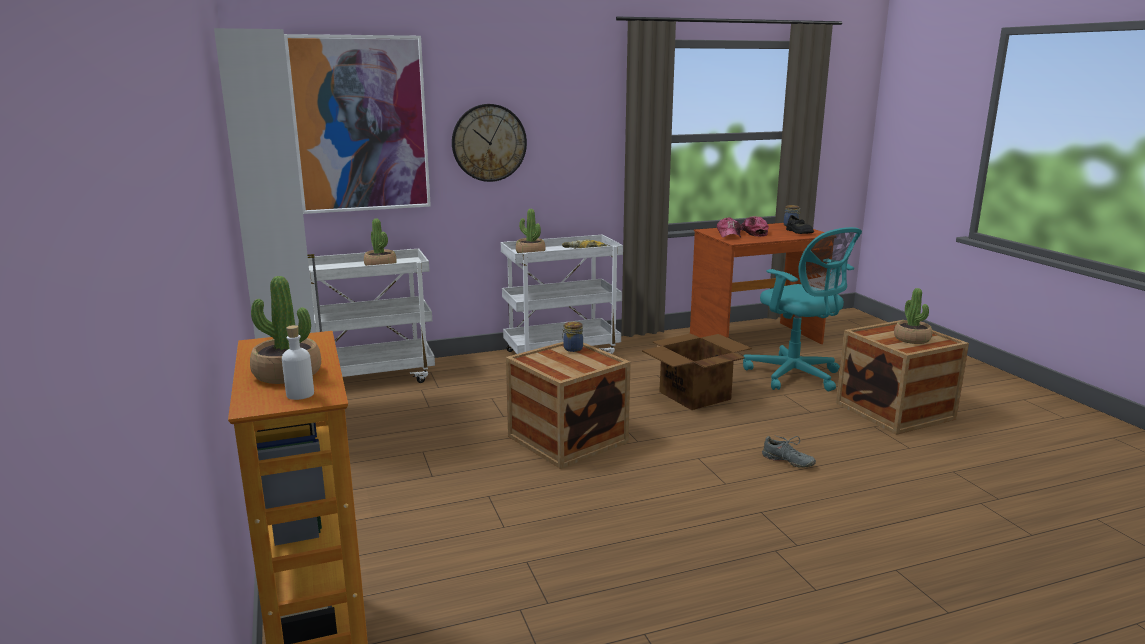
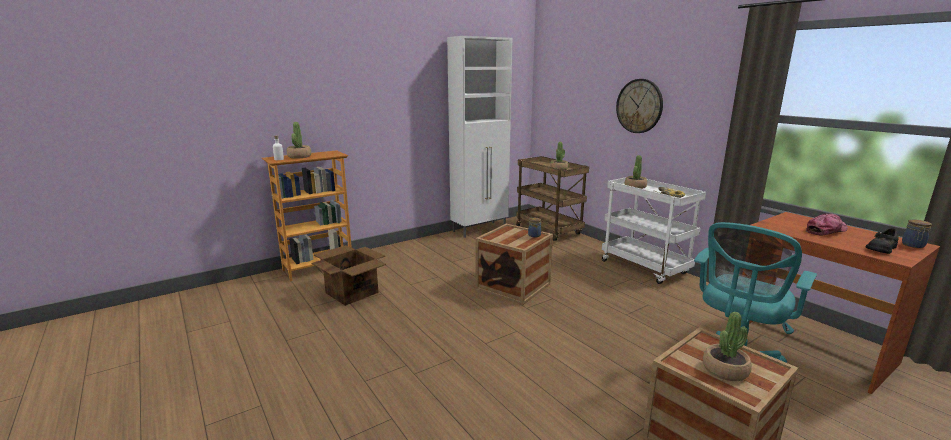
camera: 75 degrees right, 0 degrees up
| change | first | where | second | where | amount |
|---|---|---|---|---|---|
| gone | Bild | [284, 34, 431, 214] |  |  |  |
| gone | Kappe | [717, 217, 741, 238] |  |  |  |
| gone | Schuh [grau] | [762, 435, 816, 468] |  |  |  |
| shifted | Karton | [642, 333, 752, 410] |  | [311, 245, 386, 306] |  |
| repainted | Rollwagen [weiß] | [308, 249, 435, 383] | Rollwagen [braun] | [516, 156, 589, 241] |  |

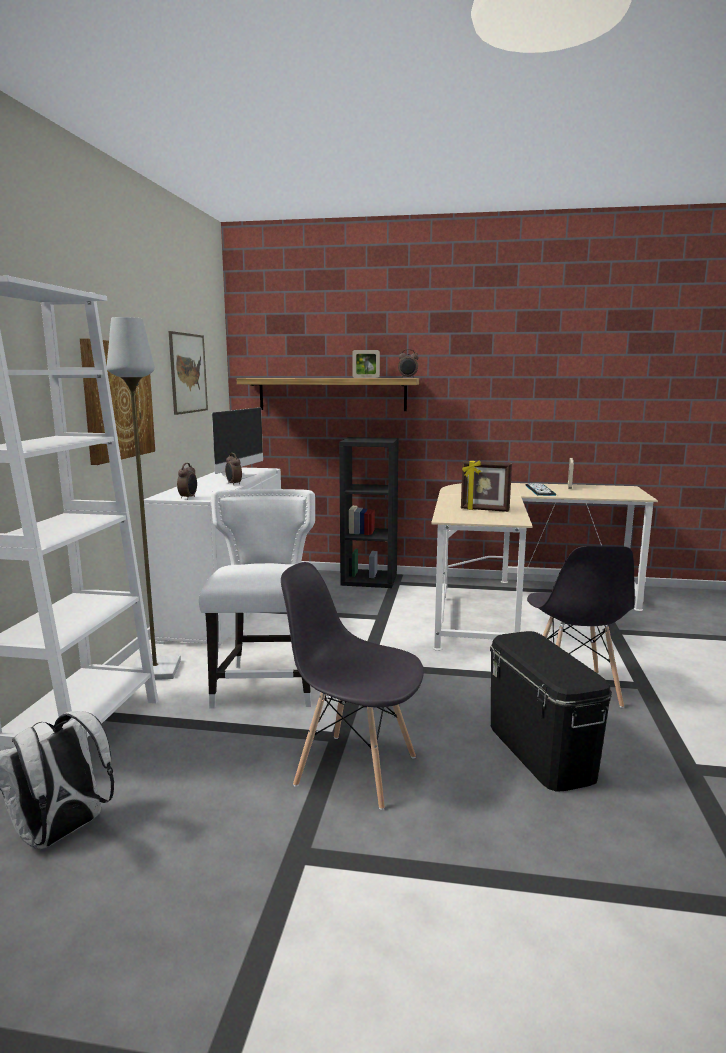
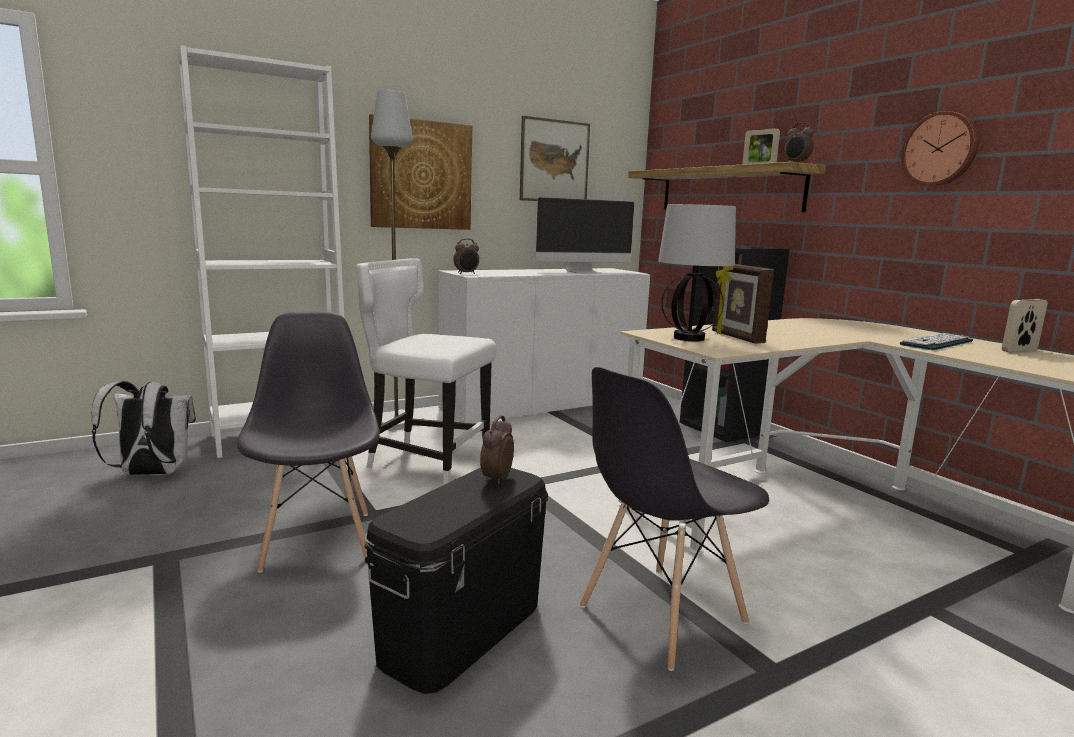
camera: 50 degrees right, 0 degrees up
| change | first | where | second | where | amount |
|---|---|---|---|---|---|
| new |  |  | Tischlampe | [658, 204, 736, 341] |  |
| new |  |  | Wanduhr | [901, 111, 979, 186] |  |
| shifted | Wecker | [225, 453, 242, 485] |  | [480, 415, 514, 484] |  |
| rotated | Stuhl [weiß] | [199, 489, 315, 709] |  | [356, 258, 496, 485] | 120 degrees counterclockwise |

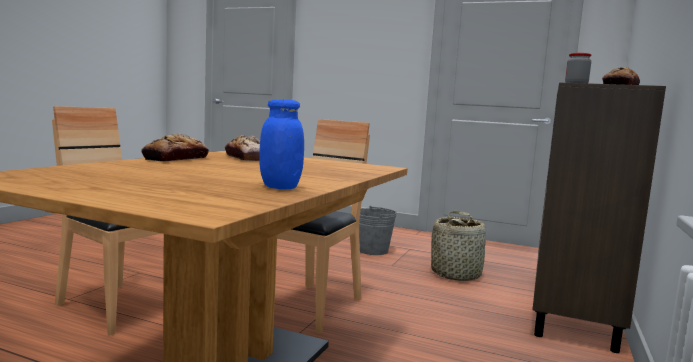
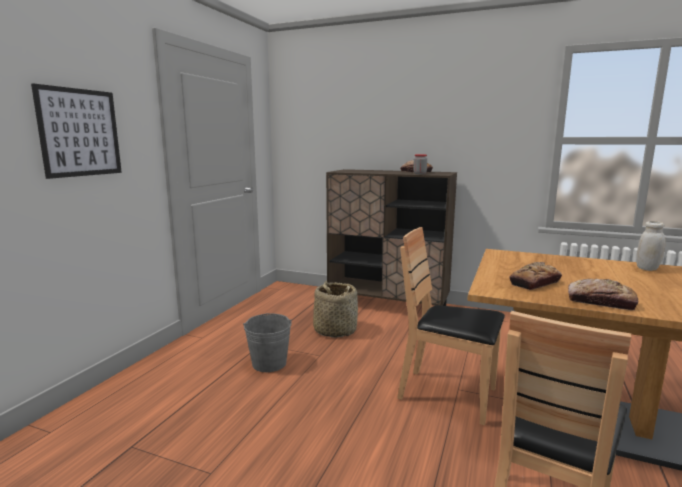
camera: 90 degrees left, 5 degrees up
| change | first | where | second | where | amount |
|---|---|---|---|---|---|
| new |  |  | Bild | [31, 83, 122, 179] |  |
| repainted | Vorratsglas [blau] | [259, 100, 304, 189] | Vorratsglas [weiß] | [636, 221, 666, 271] |  |

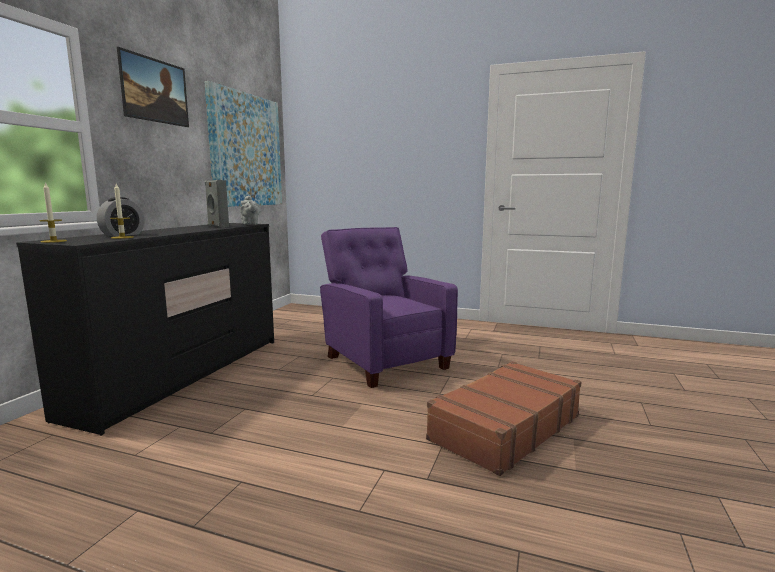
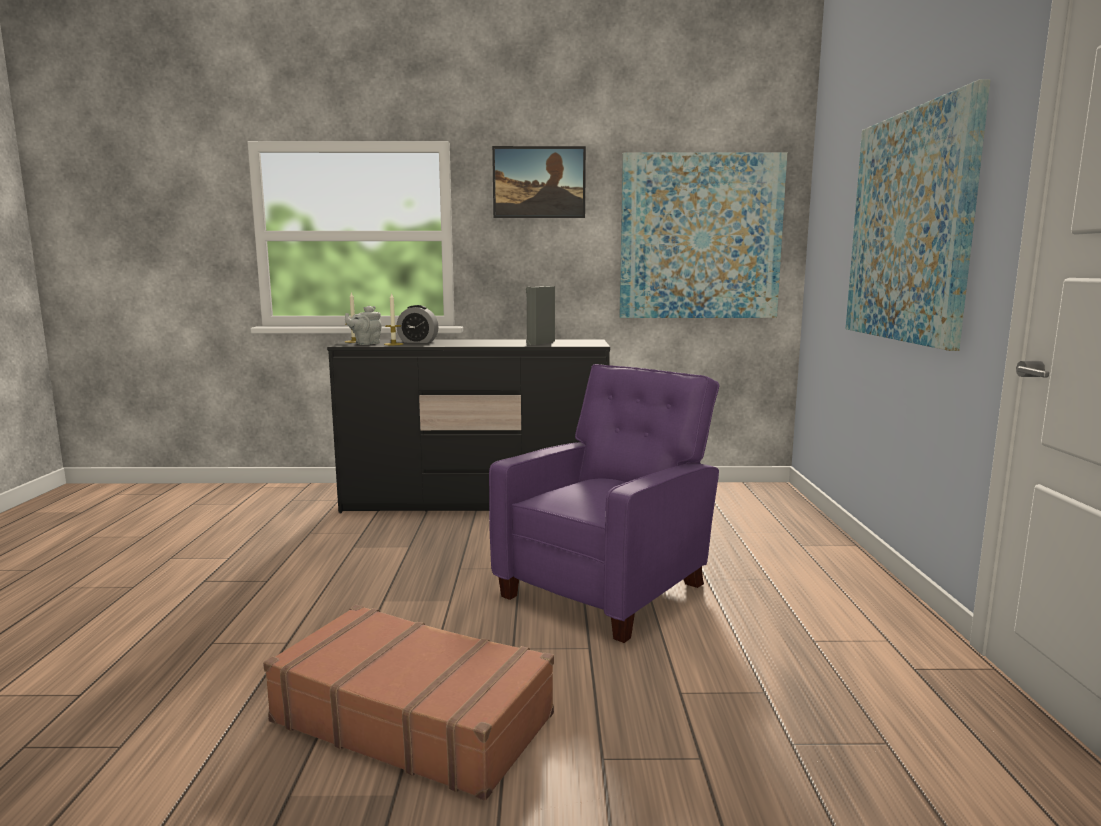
camera: 70 degrees right, 0 degrees up
| change | first | where | second | where | amount |
|---|---|---|---|---|---|
| new |  |  | Bild | [846, 79, 990, 351] |  |
| shifted | Teekanne [grau] | [240, 196, 260, 225] |  | [345, 306, 382, 345] |  |

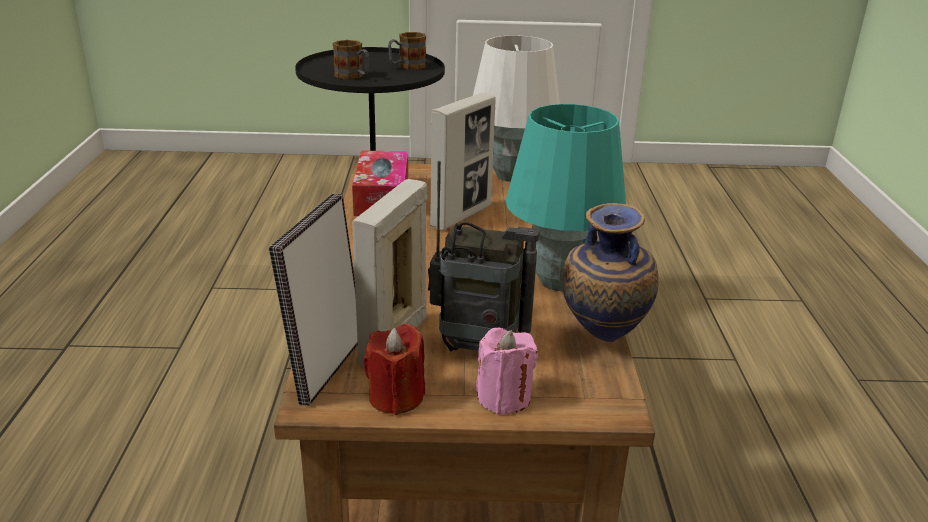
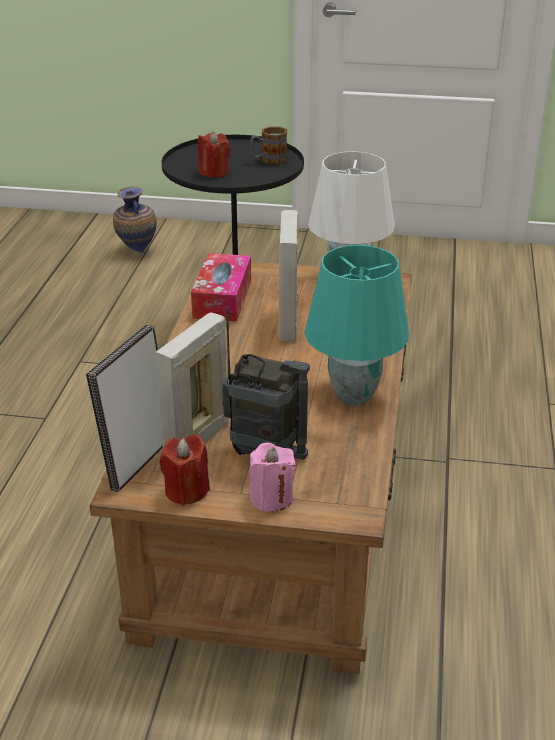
camera: 10 degrees right, 5 degrees up
| change | first | where | second | where | amount |
|---|---|---|---|---|---|
| shifted | Vase | [563, 203, 659, 342] |  | [113, 186, 157, 253] |  |
| swapped | Henkelbecher | [333, 40, 369, 80] | Kerze [rot] | [198, 132, 231, 178] |  |
| rotated | Bilderrahmen | [430, 93, 496, 230] |  | [279, 210, 298, 341] | 135 degrees clockwise |

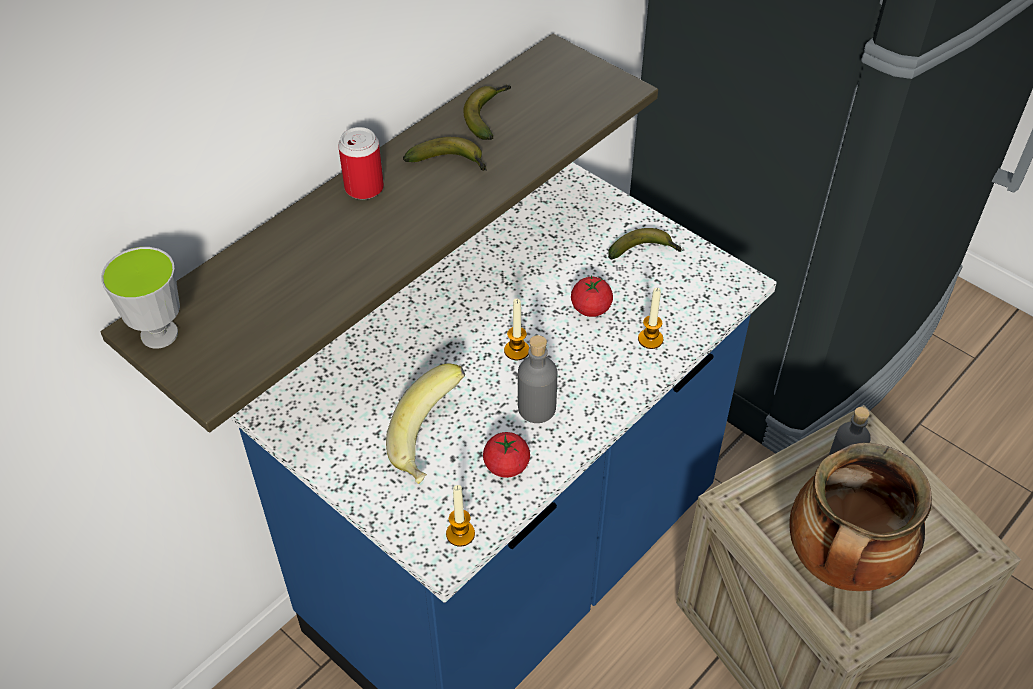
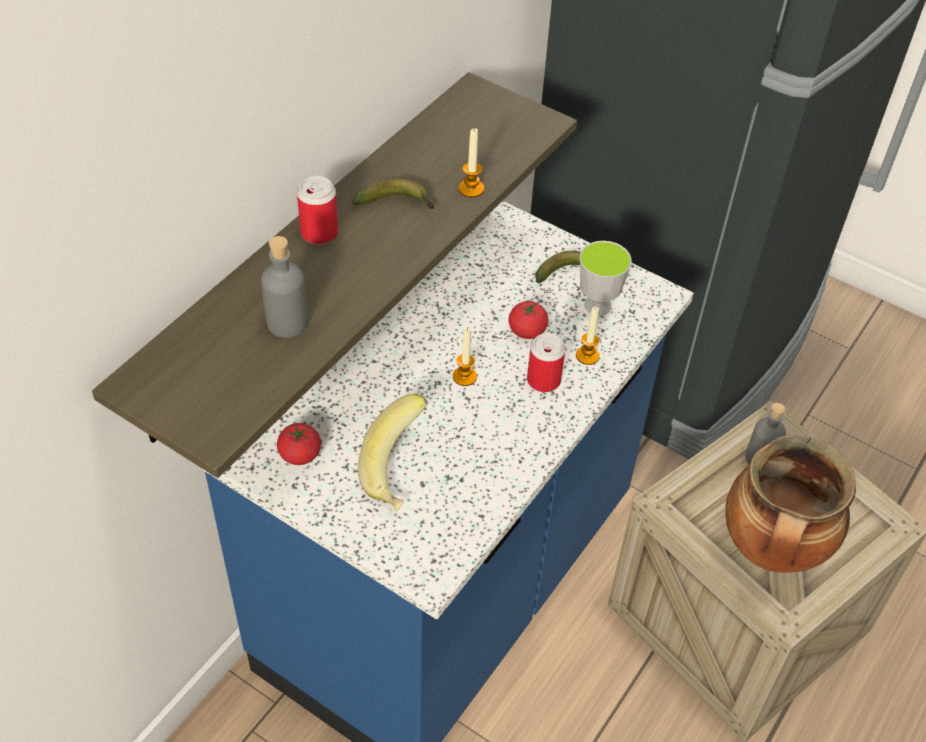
camera: 10 degrees left, 0 degrees up
| change | first | where | second | where | amount |
|---|---|---|---|---|---|
| gone | Banane | [463, 85, 511, 140] |  |  |  |
| new |  |  | Dose | [527, 333, 565, 392] |  |
| shifted | Tasse | [101, 247, 180, 349] |  | [580, 241, 632, 316] |  |
| shifted | Kerze | [446, 485, 475, 547] |  | [458, 128, 484, 198] |  |
| shifted | Tomate | [483, 432, 530, 478] |  | [277, 423, 321, 465] |  |
| shifted | Flasche [grau] | [518, 335, 557, 423] |  | [261, 236, 308, 338] |  |

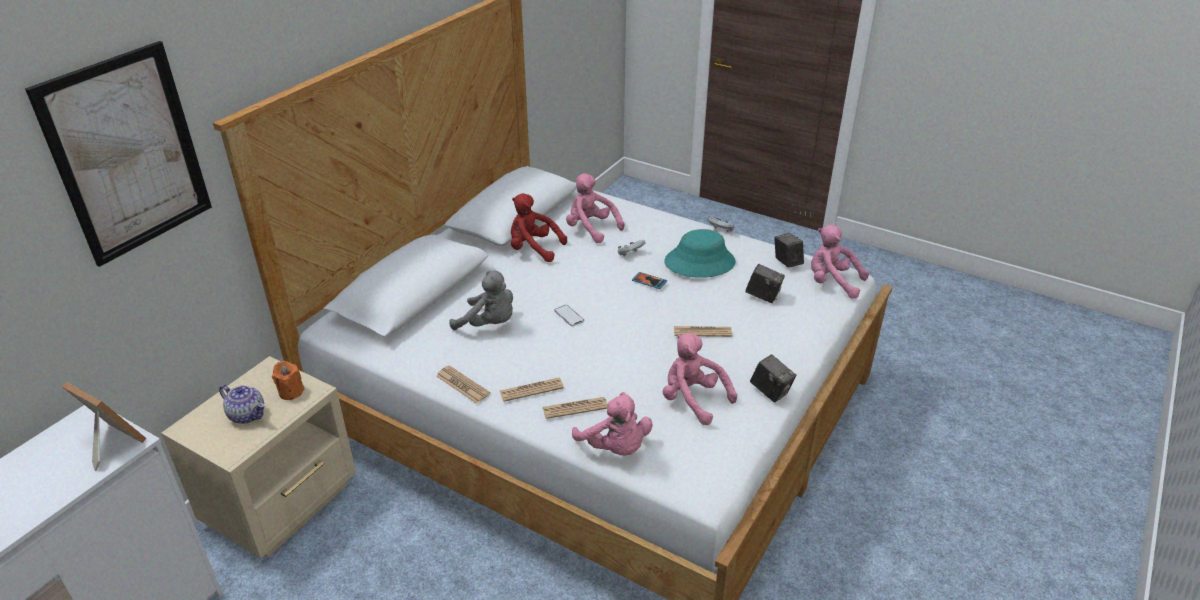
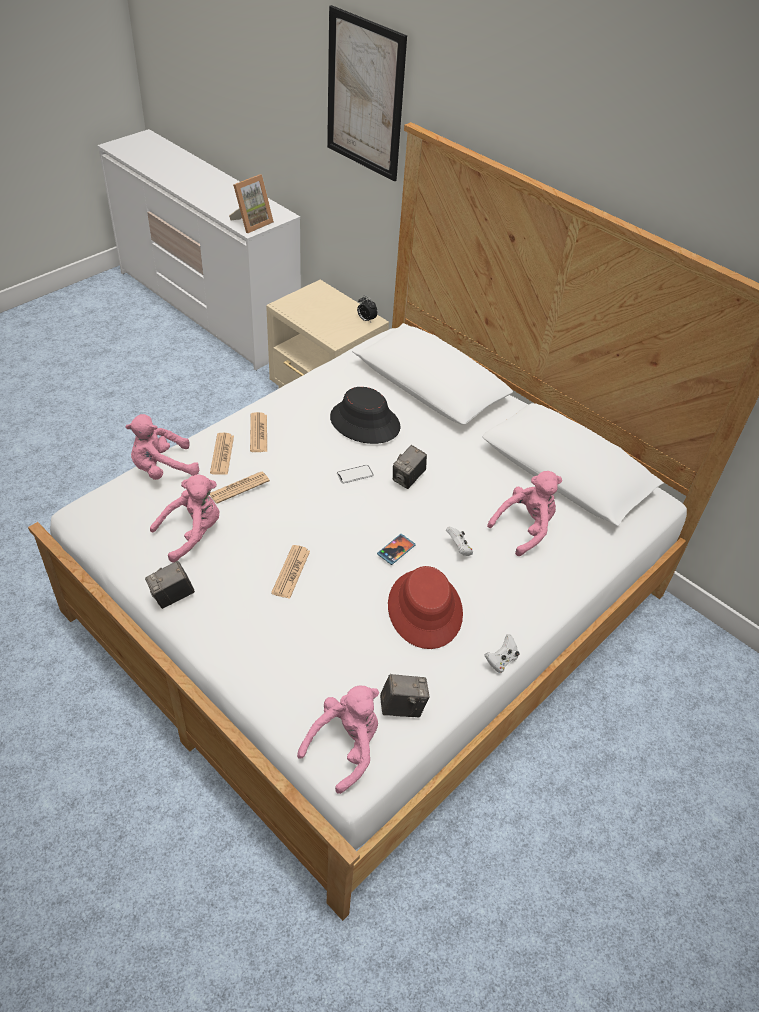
camera: 100 degrees right, 10 degrees up
| change | first | where | second | where | amount |
|---|---|---|---|---|---|
| gone | Teekanne | [219, 385, 264, 424] |  |  |  |
| gone | Kerze [orange] | [272, 361, 305, 400] |  |  |  |
| gone | Plüschtier [rot] | [511, 193, 567, 262] |  |  |  |
| new |  |  | Wecker | [357, 295, 378, 322] |  |
| shifted | Zeitung | [436, 366, 490, 404] |  | [209, 472, 270, 504] |  |
| shifted | Kamera | [745, 264, 785, 303] |  | [393, 445, 427, 489] |  |
| swapped | Plüschtier [grau] | [449, 270, 513, 330] | Hut [schwarz] | [330, 387, 401, 444] |  |
| repainted | Hut [türkis] | [664, 229, 736, 278] | Hut [rot] | [388, 566, 463, 649] |  |

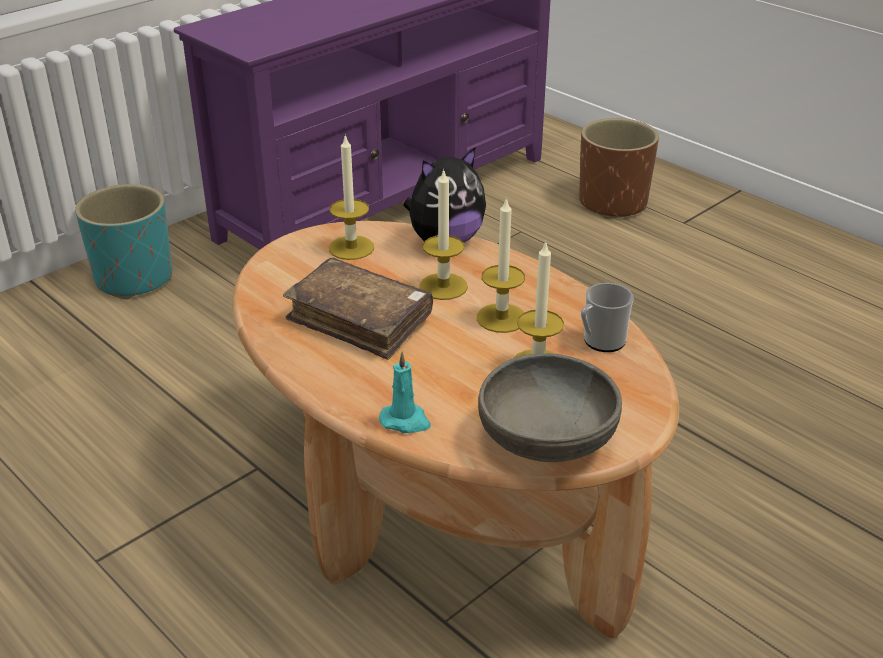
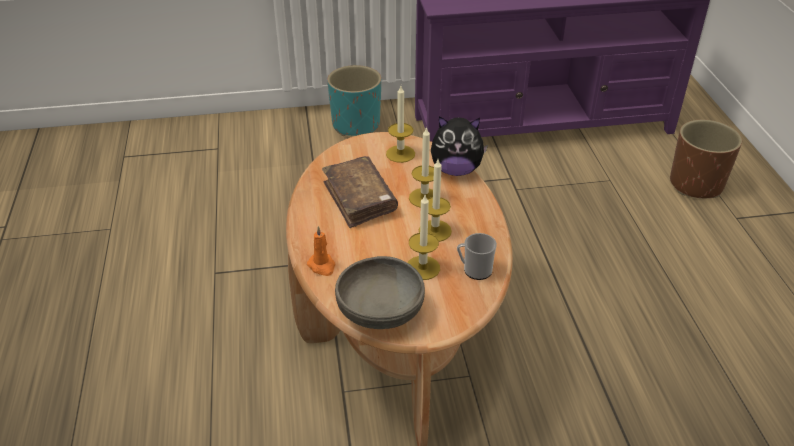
camera: 35 degrees right, 5 degrees up
| change | first | where | second | where | amount |
|---|---|---|---|---|---|
| repainted | Kerze [türkis] | [379, 352, 431, 433] | Kerze [orange] | [307, 226, 335, 276] |  |

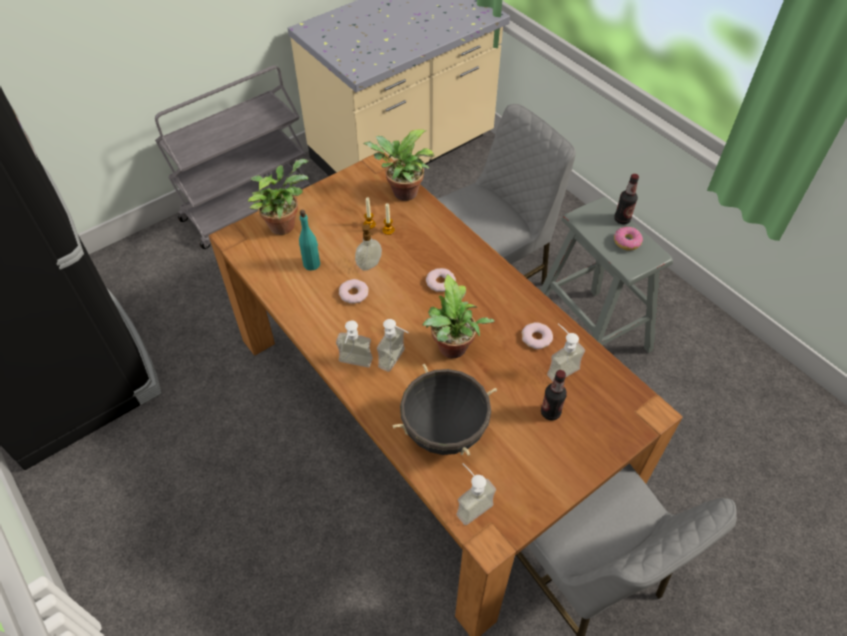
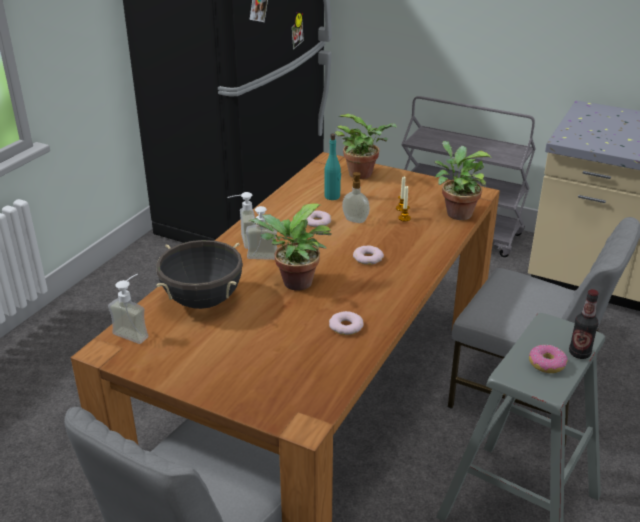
camera: 65 degrees right, 20 degrees down
| change | first | where | second | where | amount |
|---|---|---|---|---|---|
| gone | Flasche | [541, 370, 567, 420] |  |  |  |
| gone | Seifenspender | [547, 323, 585, 381] |  |  |  |

